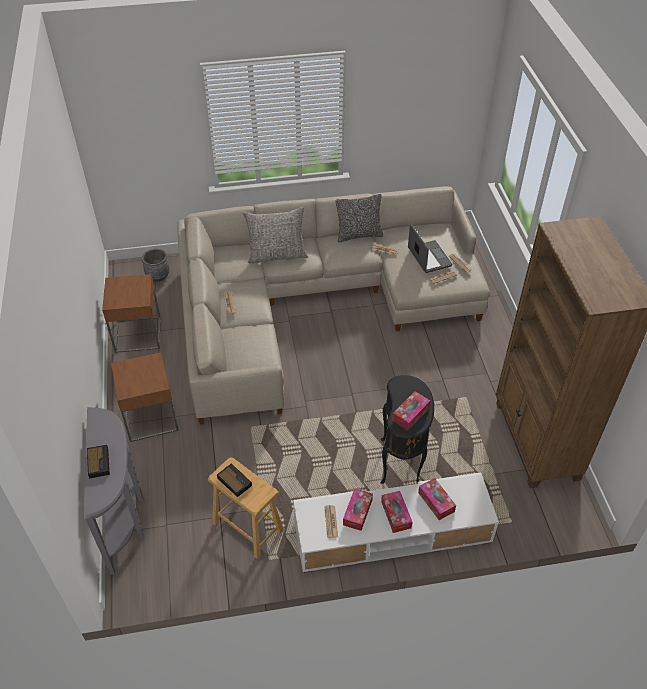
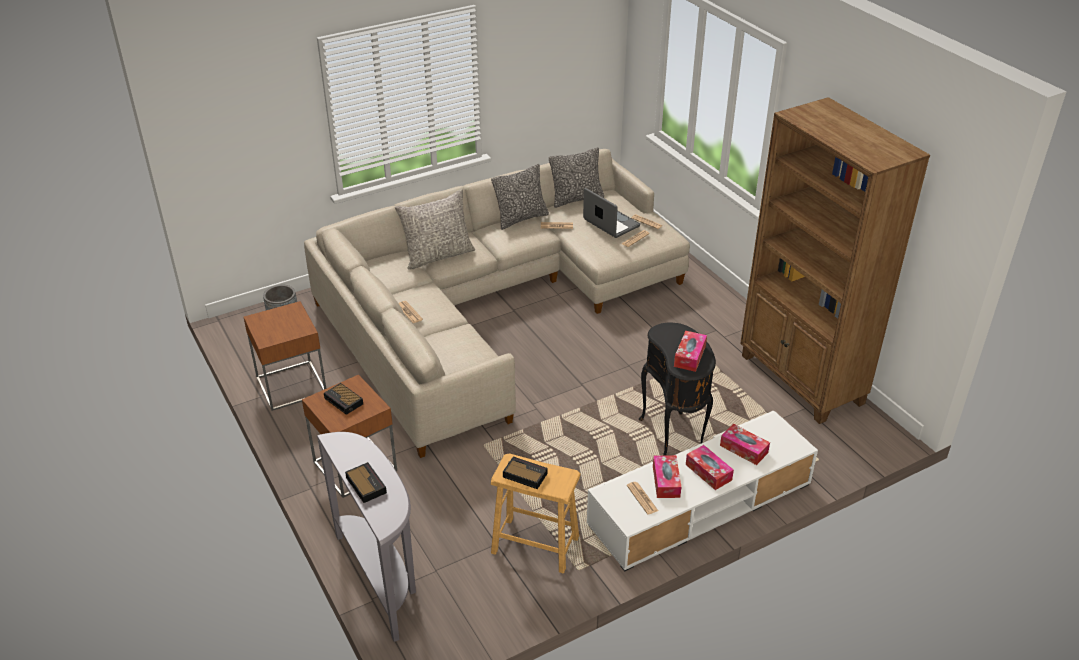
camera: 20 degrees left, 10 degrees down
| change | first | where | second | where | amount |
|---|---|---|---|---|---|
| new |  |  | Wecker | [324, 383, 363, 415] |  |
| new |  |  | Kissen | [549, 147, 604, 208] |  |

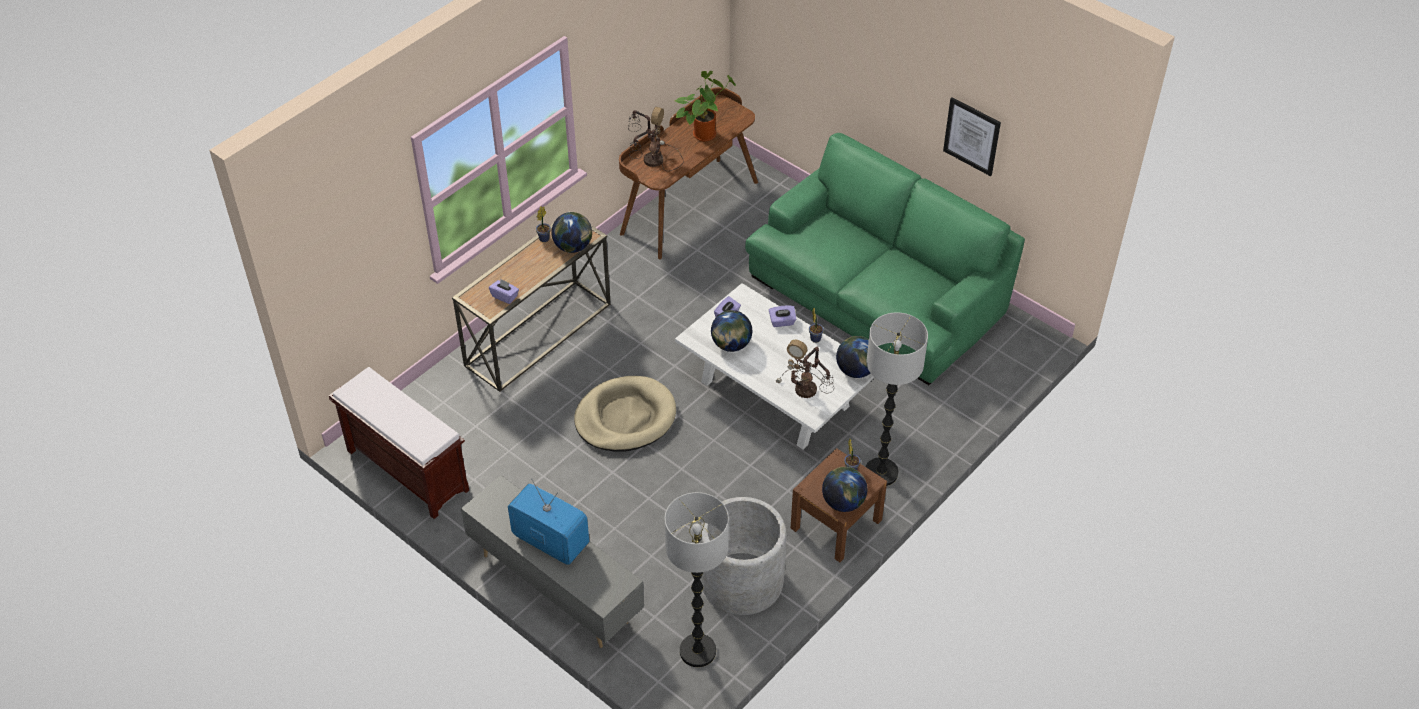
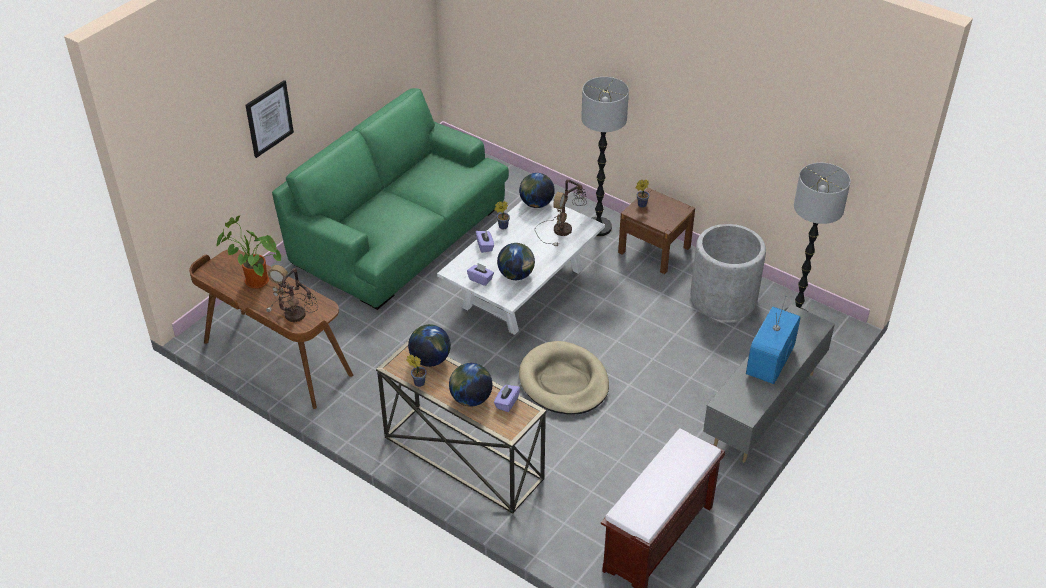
camera: 95 degrees left, 5 degrees down
| change | first | where | second | where | amount |
|---|---|---|---|---|---|
| shifted | Globus | [822, 467, 867, 512] |  | [449, 363, 492, 407] |  |
| shifted | Bild | [943, 97, 1001, 176] |  | [245, 80, 294, 158] |  |

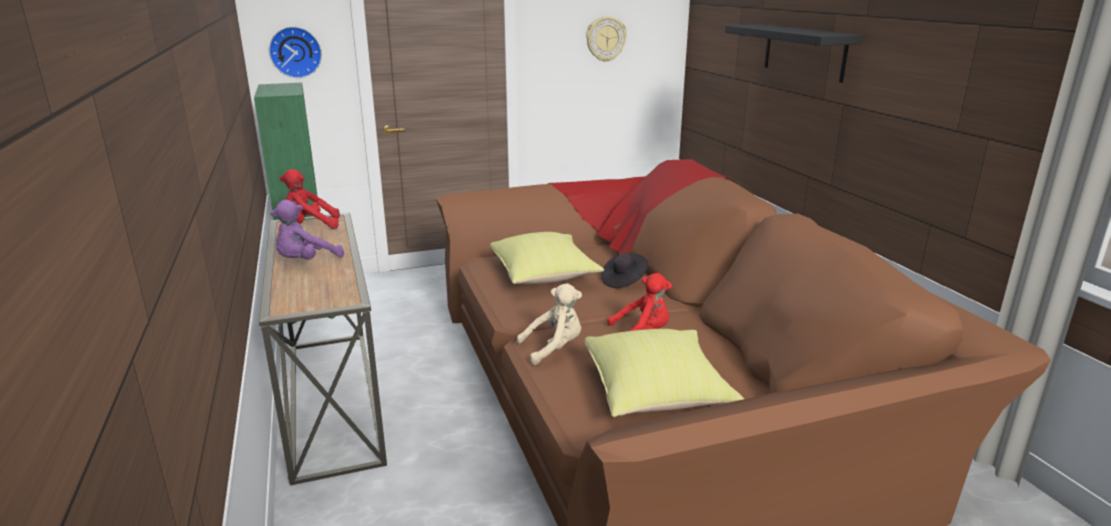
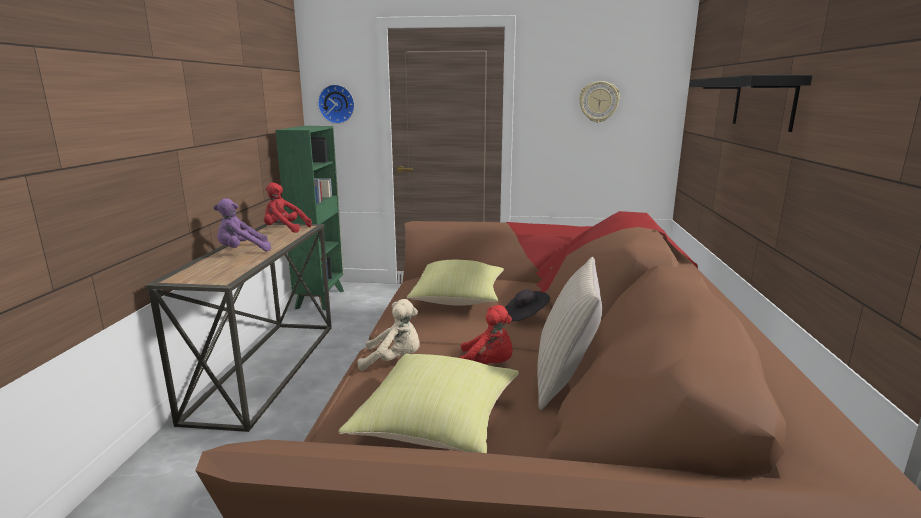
camera: 25 degrees right, 5 degrees down
| change | first | where | second | where | amount |
|---|---|---|---|---|---|
| new |  |  | Kissen [beige] | [537, 257, 602, 410] |  |

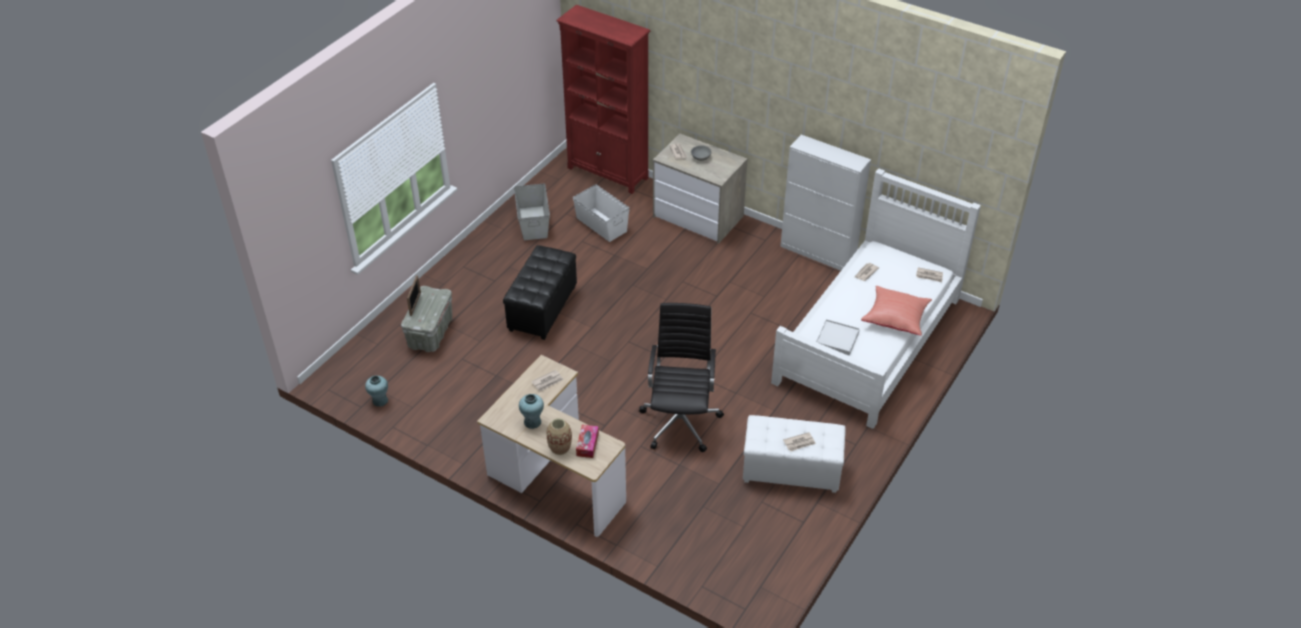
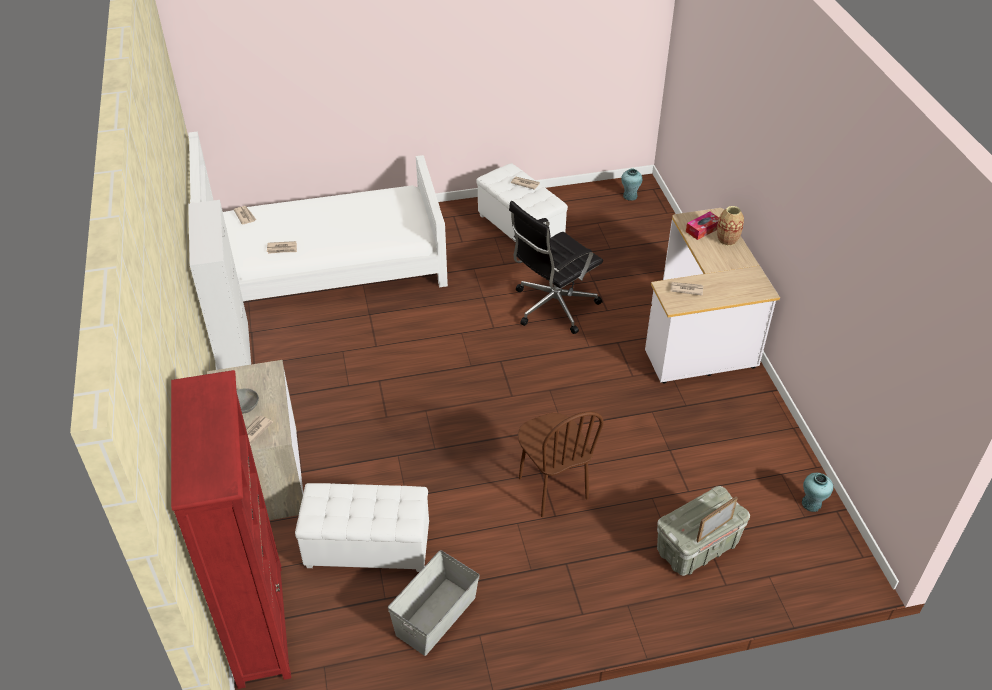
camera: 135 degrees left, 0 degrees up
| change | first | where | second | where | amount |
|---|---|---|---|---|---|
| gone | Tablett [weiß] | [816, 319, 860, 355] |  |  |  |
| gone | Kissen [rot] | [861, 286, 932, 336] |  |  |  |
| shifted | Vase [türkis] | [519, 394, 544, 429] |  | [621, 168, 643, 201] |  |
| swapped | Polsterhocker [schwarz] | [503, 245, 577, 340] | Stuhl [braun] | [518, 411, 604, 517] |  |
| swapped | Aufbewahrungsbox [weiß] | [573, 184, 629, 242] | Polsterhocker [weiß] | [295, 483, 429, 572] |  |

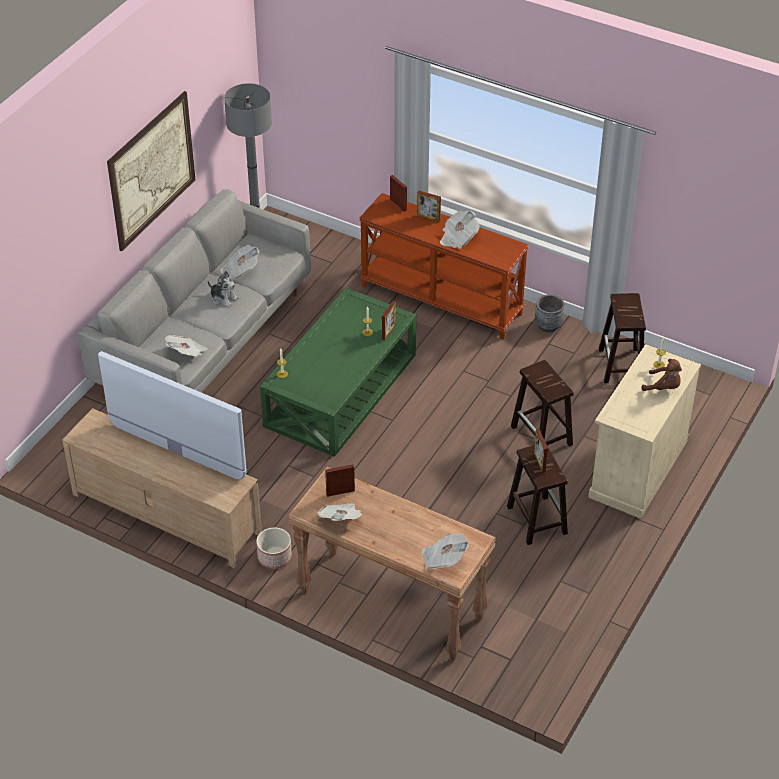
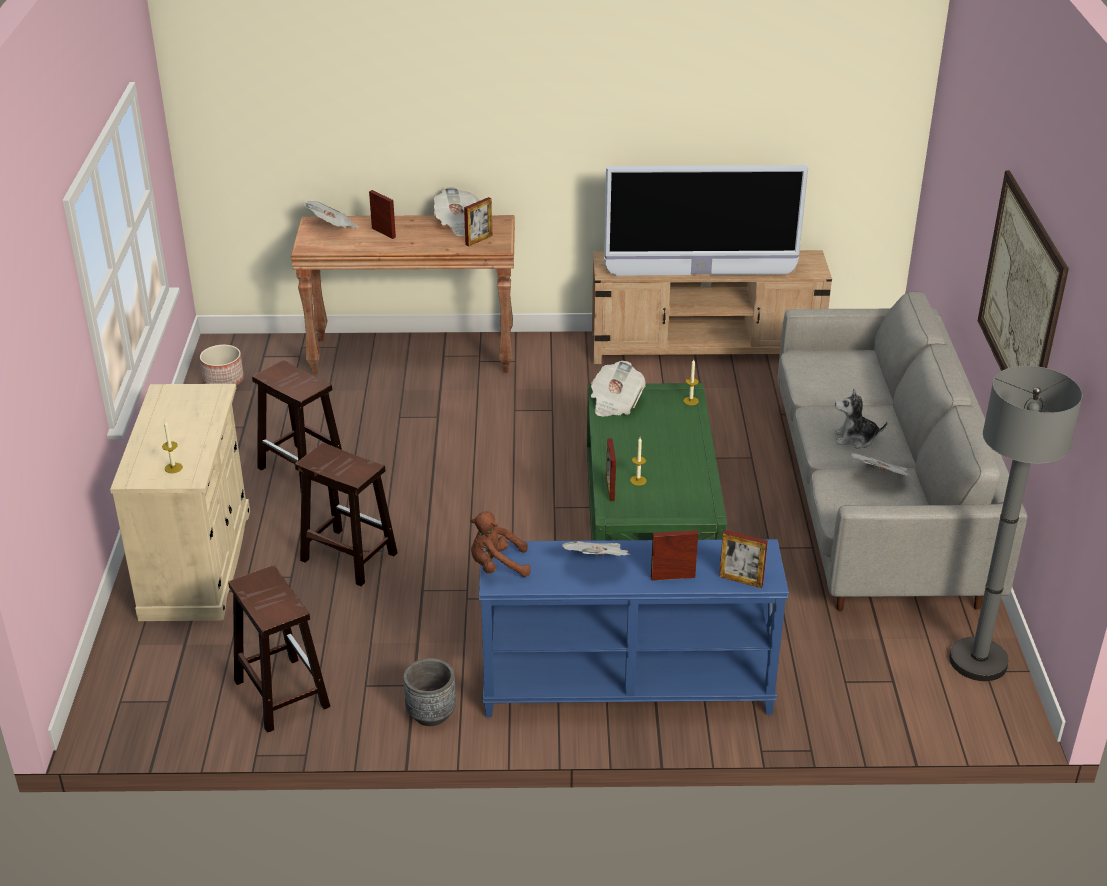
camera: 150 degrees right, 10 degrees down
| change | first | where | second | where | amount |
|---|---|---|---|---|---|
| shifted | Zeitung | [165, 335, 208, 357] |  | [591, 361, 646, 417] |  |
| shifted | Pflanzkübel | [256, 528, 292, 569] |  | [200, 345, 244, 385] |  |
| shifted | Bilderrahmen | [534, 429, 548, 473] |  | [369, 190, 396, 239] |  |
| shifted | Plüschtier [braun] | [642, 359, 682, 391] |  | [470, 511, 531, 577] |  |
| repainted | Konsolentisch [braun] | [359, 193, 529, 340] | Konsolentisch [blau] | [479, 539, 789, 717] |  |

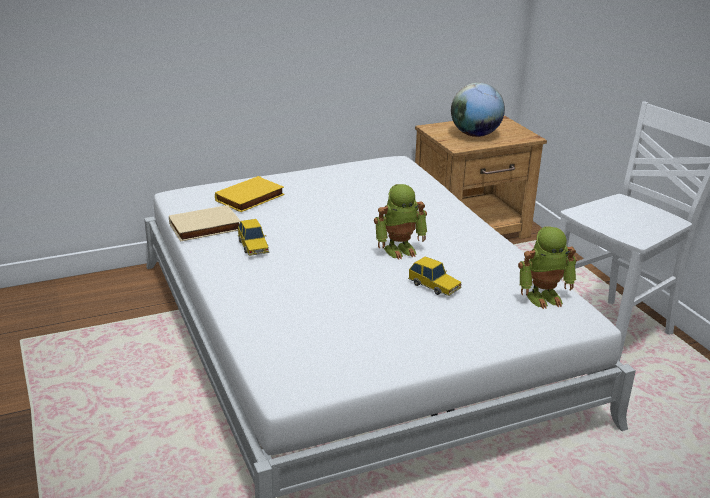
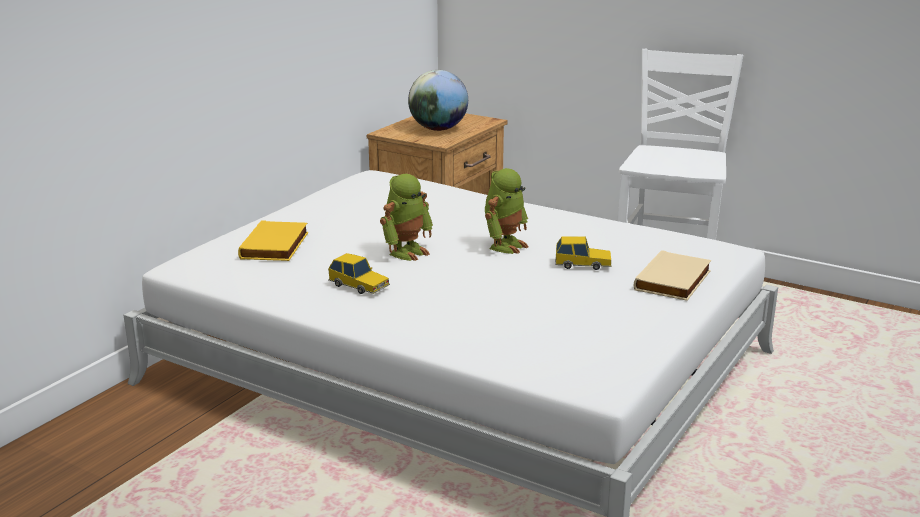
camera: 35 degrees left, 5 degrees down
| change | first | where | second | where | amount |
|---|---|---|---|---|---|
| shifted | Buch [beige] | [169, 205, 240, 242] |  | [634, 250, 711, 301] |  |
| shifted | Spielzeugroboter | [518, 227, 577, 309] |  | [380, 174, 433, 261] |  |

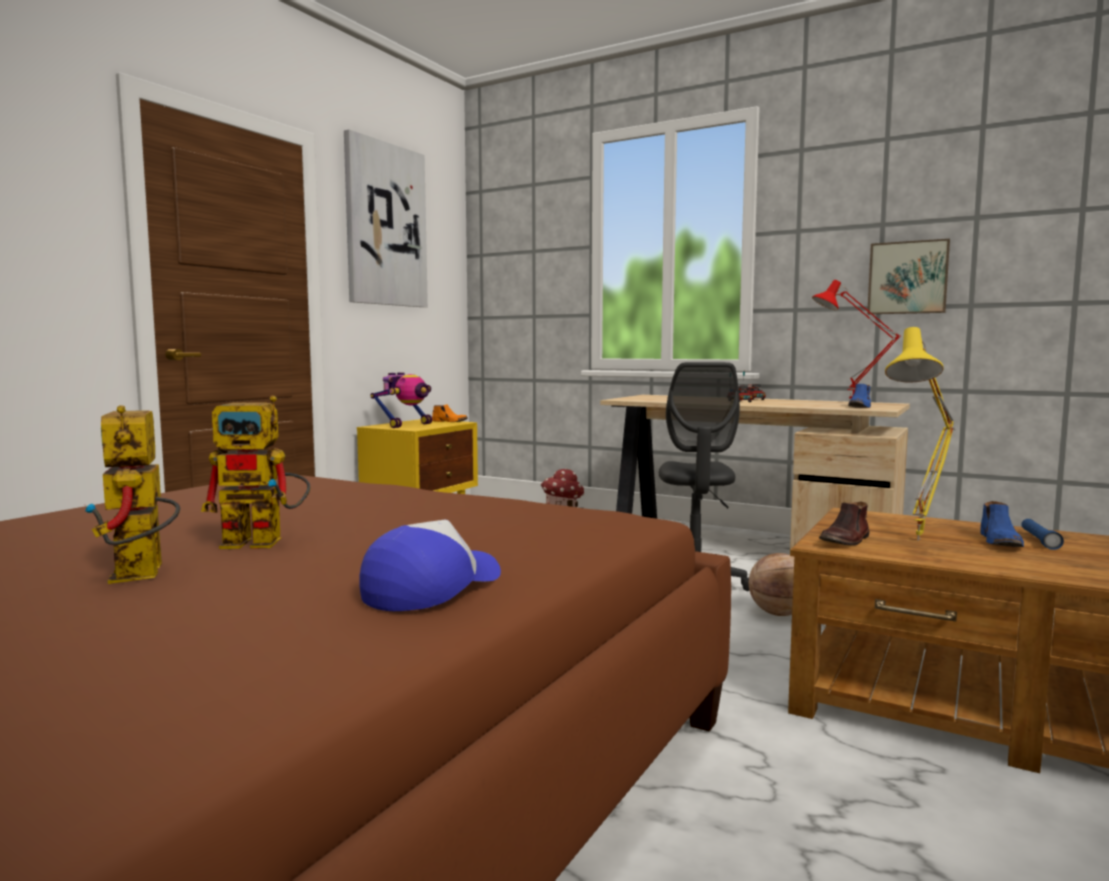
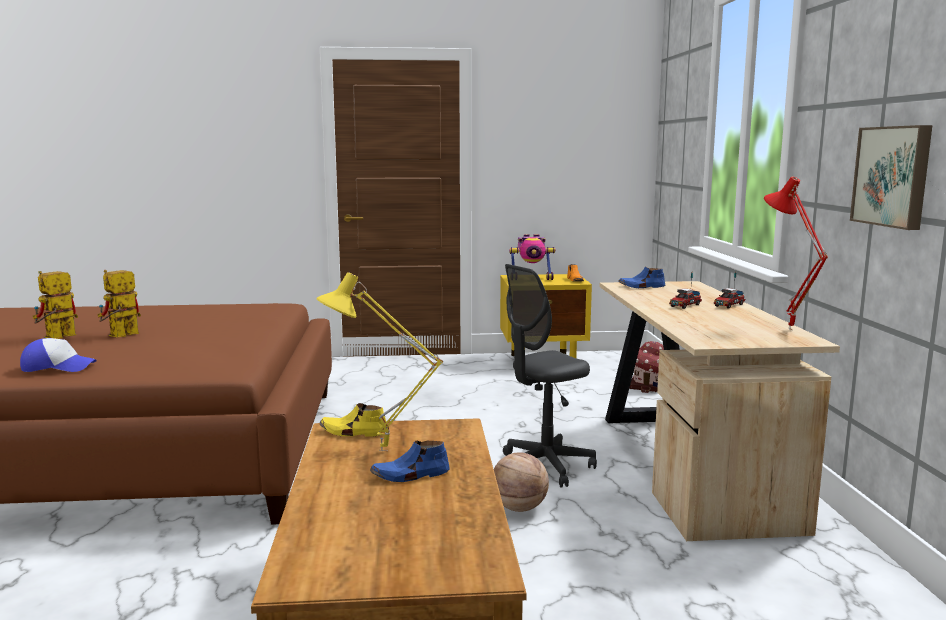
camera: 55 degrees right, 5 degrees up
| change | first | where | second | where | amount |
|---|---|---|---|---|---|
| gone | Bild | [344, 129, 428, 307] |  |  |  |
| gone | Taschenlampe [blau] | [1021, 519, 1064, 550] |  |  |  |
| shifted | Schuh [blau] | [848, 384, 871, 408] |  | [618, 267, 665, 288] |  |
| repainted | Schuh [braun] | [819, 502, 870, 545] | Schuh [gelb] | [320, 403, 386, 437] |  |
| rotated | Spielzeugroboter | [201, 396, 310, 549] |  | [98, 270, 141, 337] | 75 degrees clockwise |

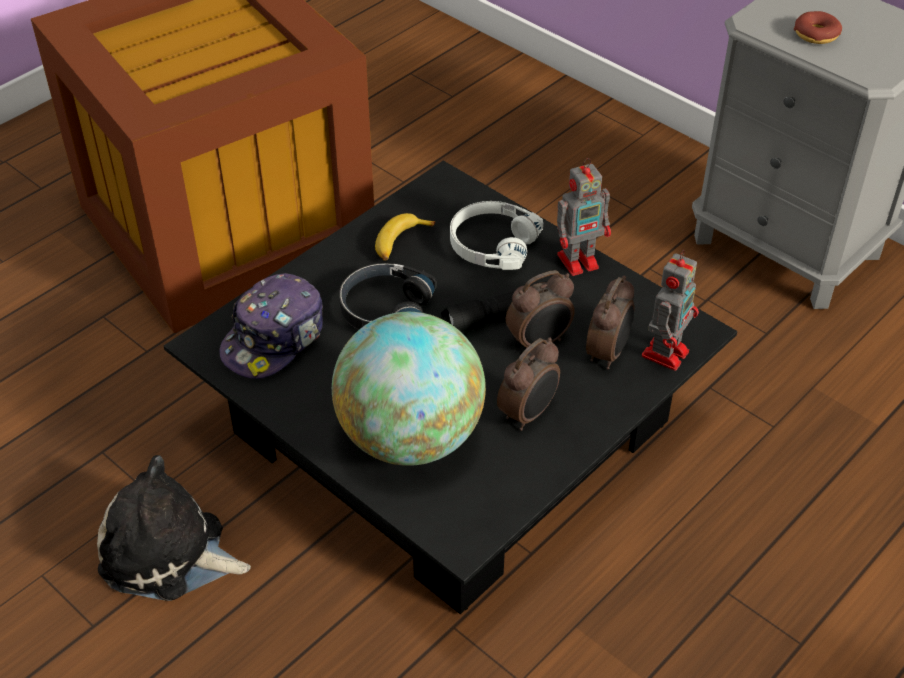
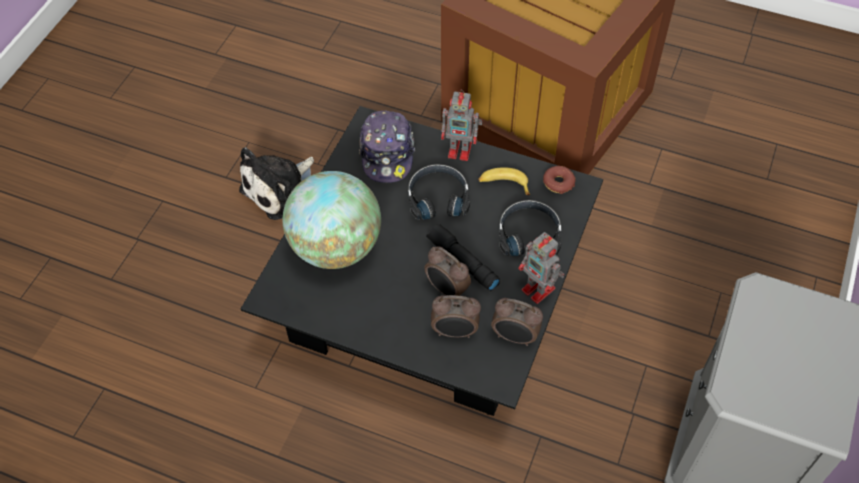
camera: 70 degrees right, 10 degrees up
| change | first | where | second | where | amount |
|---|---|---|---|---|---|
| shifted | Wecker | [497, 337, 560, 431] |  | [491, 298, 543, 346] |  |
| shifted | Spielzeugroboter | [642, 250, 699, 371] |  | [441, 90, 483, 161] |  |
| shifted | Donut | [794, 11, 842, 44] |  | [543, 166, 576, 194] |  |
| repainted | Kopfhörer [weiß] | [450, 201, 543, 270] | Kopfhörer [schwarz] | [499, 200, 561, 256] |  |
| rotated | Plüschtier | [97, 455, 251, 601] |  | [239, 147, 314, 220] | 135 degrees counterclockwise |
| rotated | Kappe | [219, 273, 323, 379] |  | [359, 111, 415, 183] | 105 degrees counterclockwise |

